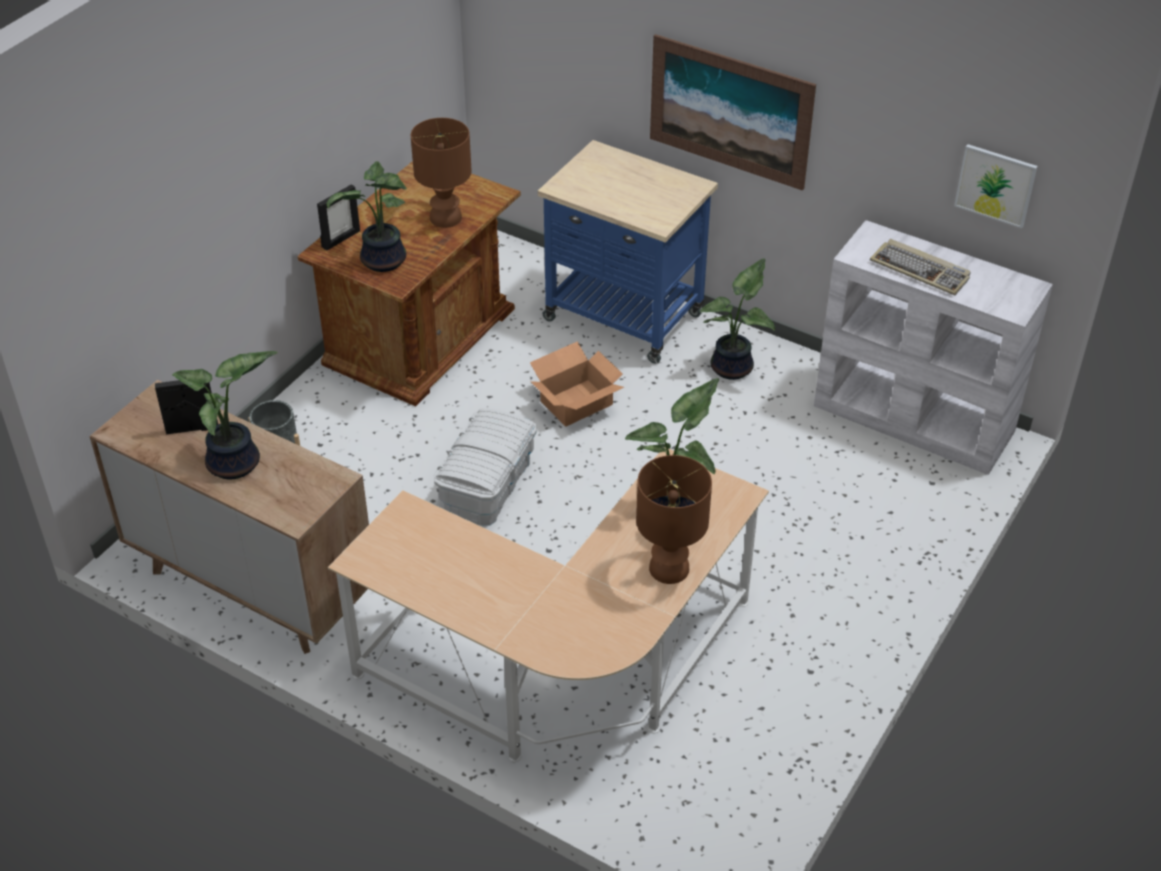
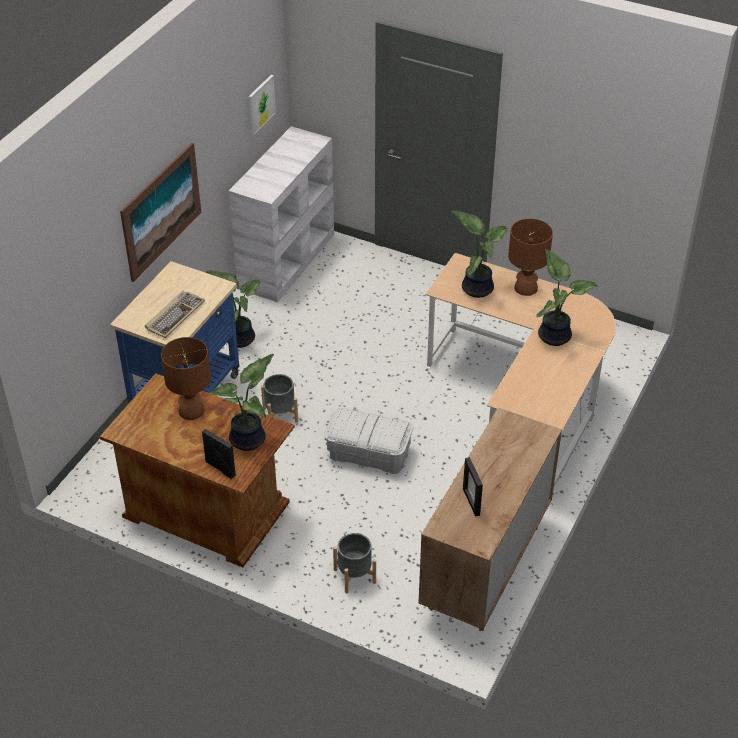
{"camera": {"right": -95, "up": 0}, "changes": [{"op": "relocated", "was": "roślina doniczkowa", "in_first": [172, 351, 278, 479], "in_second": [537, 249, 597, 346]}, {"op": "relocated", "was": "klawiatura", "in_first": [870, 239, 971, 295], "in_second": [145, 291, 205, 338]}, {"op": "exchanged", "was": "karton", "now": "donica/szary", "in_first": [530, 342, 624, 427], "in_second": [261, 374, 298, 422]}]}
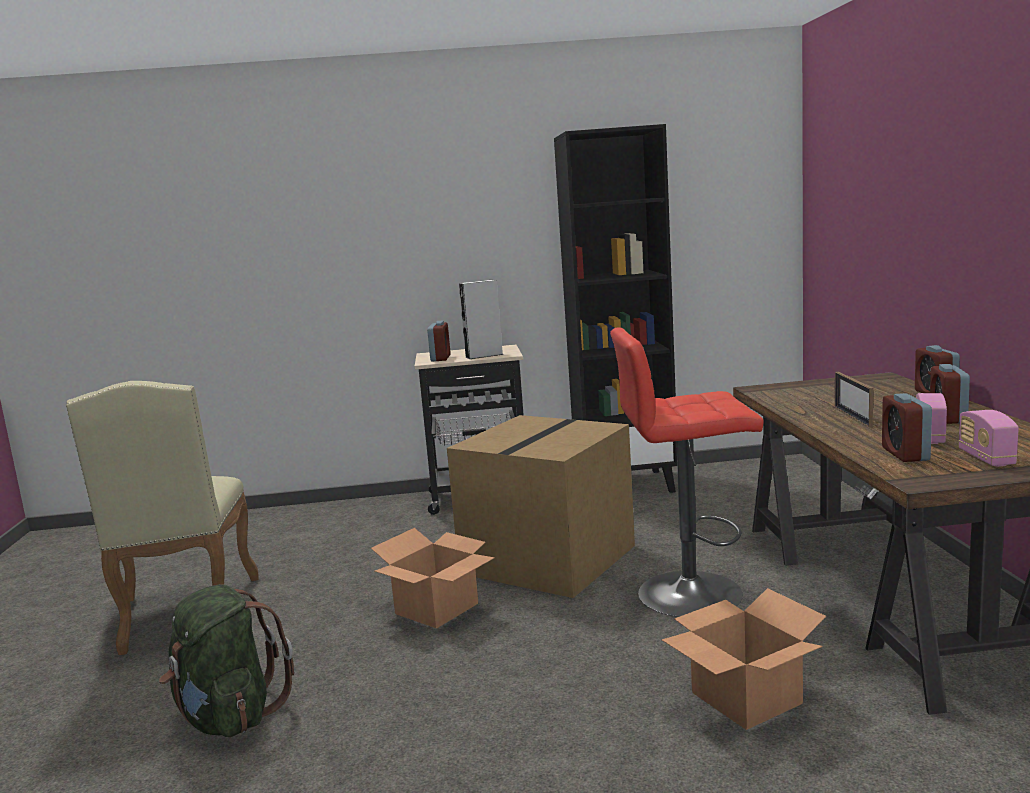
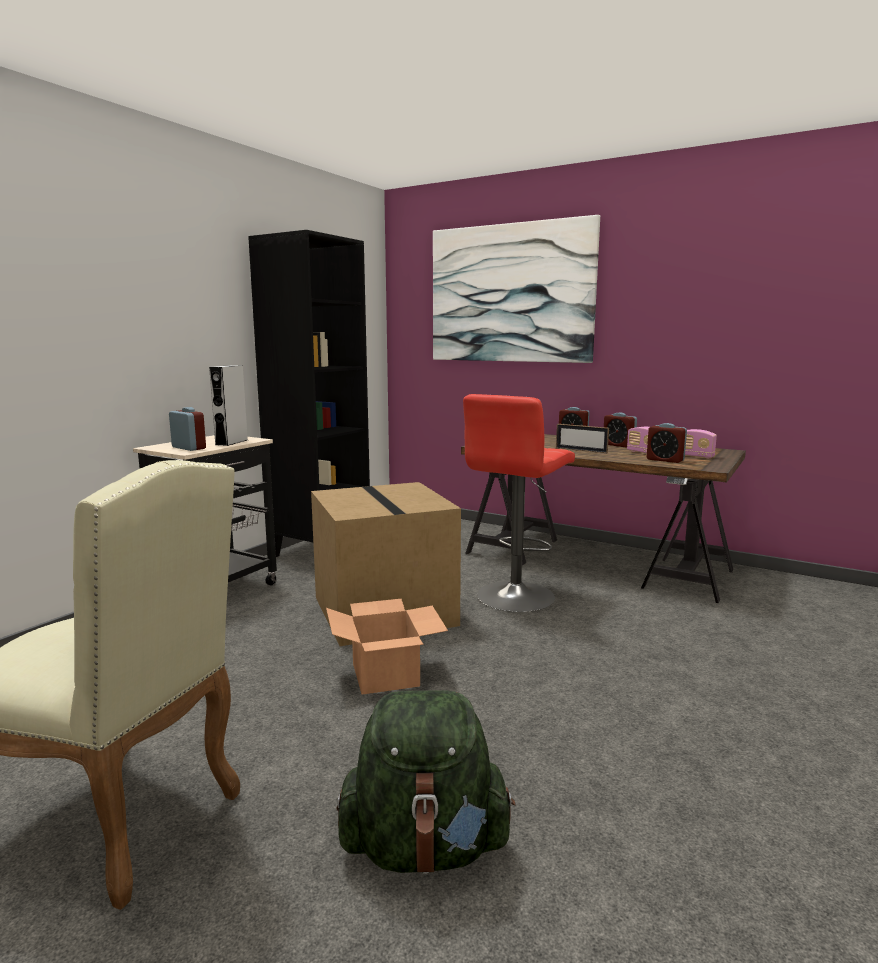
{"camera": {"right": -55, "up": 0}, "changes": [{"op": "missing", "was": "karton", "in_first": [662, 588, 826, 730]}, {"op": "appeared", "now": "obraz", "in_second": [433, 215, 600, 363]}]}
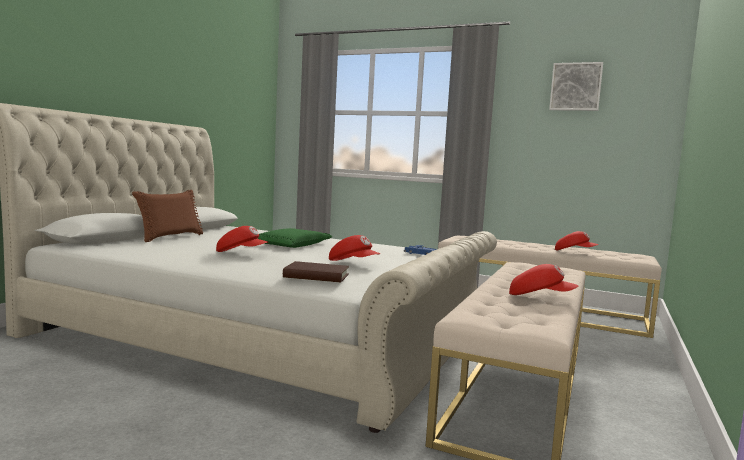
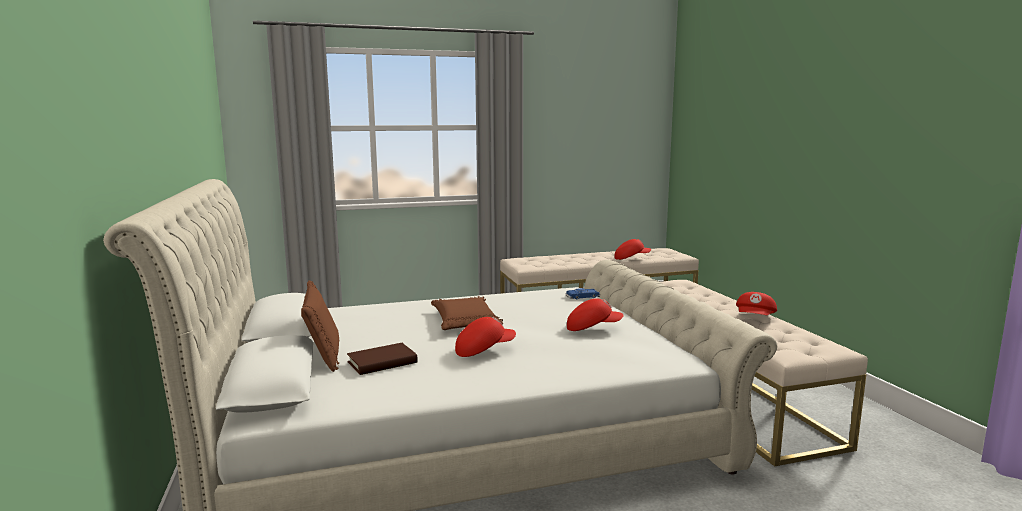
{"camera": {"right": -40, "up": 5}, "changes": [{"op": "missing", "was": "obraz", "in_first": [549, 62, 603, 111]}, {"op": "relocated", "was": "książka/brązowy", "in_first": [283, 261, 349, 282], "in_second": [347, 343, 418, 375]}, {"op": "colour", "was": "poduszka/zielony", "now": "poduszka/brązowy", "in_first": [258, 228, 332, 248], "in_second": [431, 296, 503, 330]}, {"op": "spun", "was": "czapka z daszkiem/czerwony", "in_first": [509, 264, 578, 295], "in_second": [736, 292, 777, 315], "clockwise": 135}]}
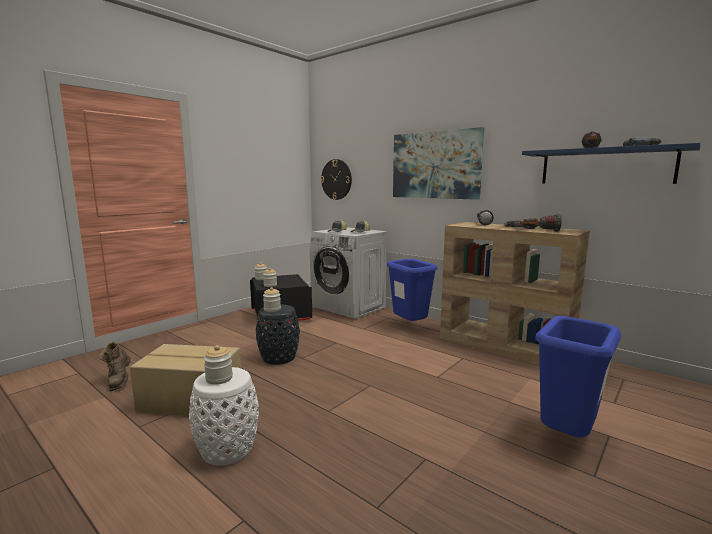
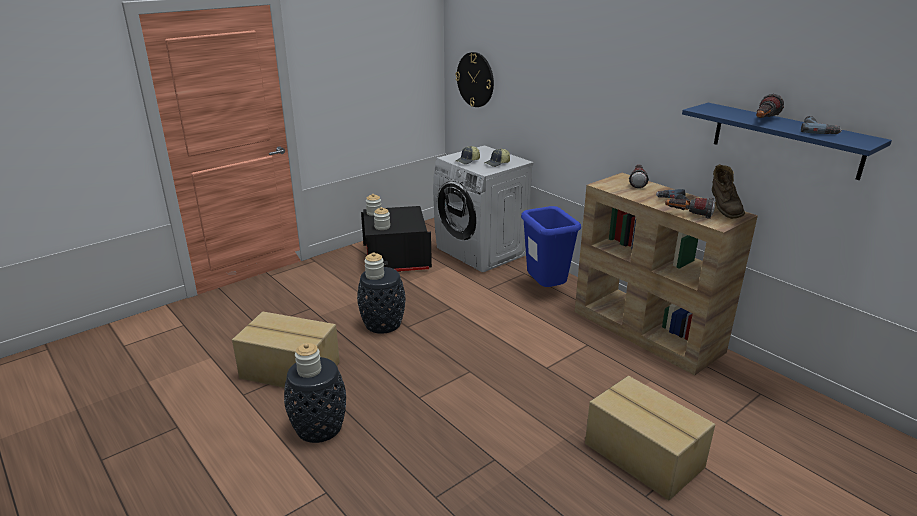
{"camera": {"right": 10, "up": 15}, "changes": [{"op": "missing", "was": "obraz", "in_first": [393, 127, 484, 200]}, {"op": "relocated", "was": "but z cholewką/brązowy", "in_first": [98, 342, 131, 391], "in_second": [712, 164, 745, 219]}, {"op": "exchanged", "was": "kosz na śmieci/niebieski", "now": "karton", "in_first": [535, 316, 621, 437], "in_second": [585, 376, 715, 500]}, {"op": "colour", "was": "stołek/biały", "now": "stołek/czarny", "in_first": [189, 367, 259, 466], "in_second": [284, 357, 346, 443]}]}
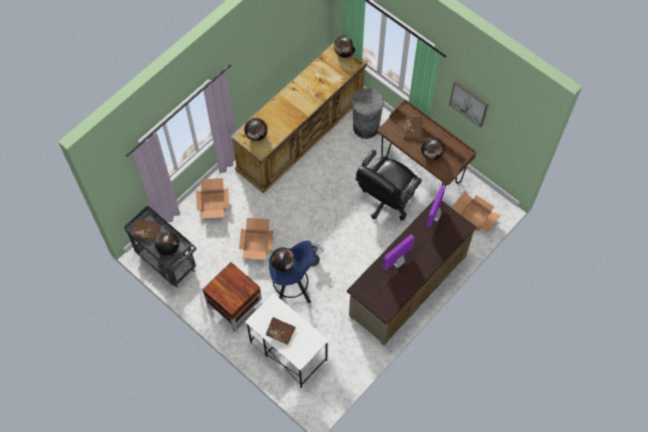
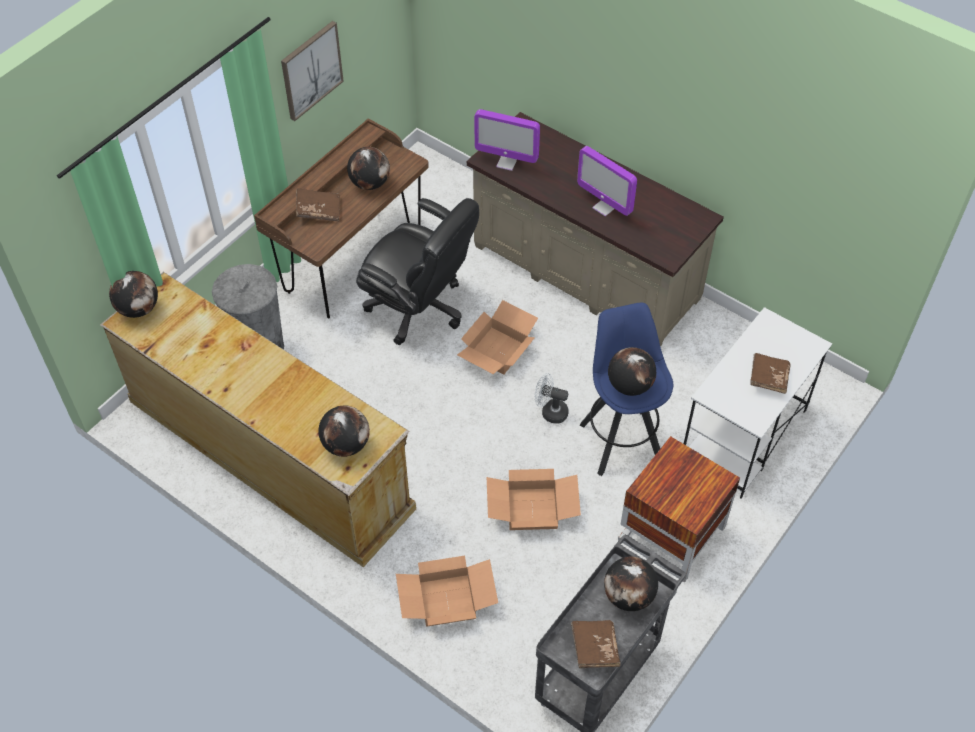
{"camera": {"right": -95, "up": -10}, "changes": [{"op": "relocated", "was": "karton", "in_first": [452, 191, 501, 232], "in_second": [457, 300, 538, 375]}]}
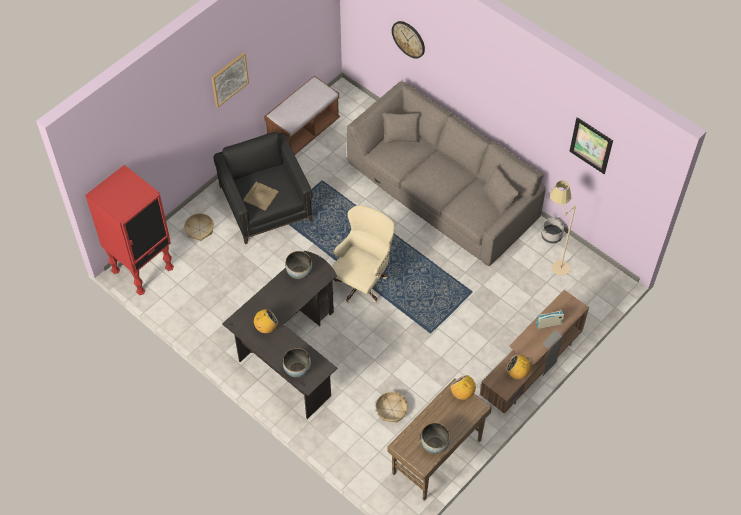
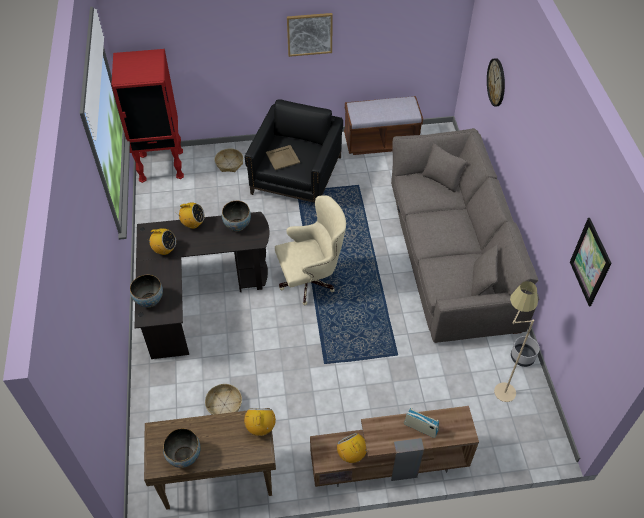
{"camera": {"right": 40, "up": -5}, "changes": [{"op": "appeared", "now": "radio", "in_second": [175, 203, 205, 229]}]}
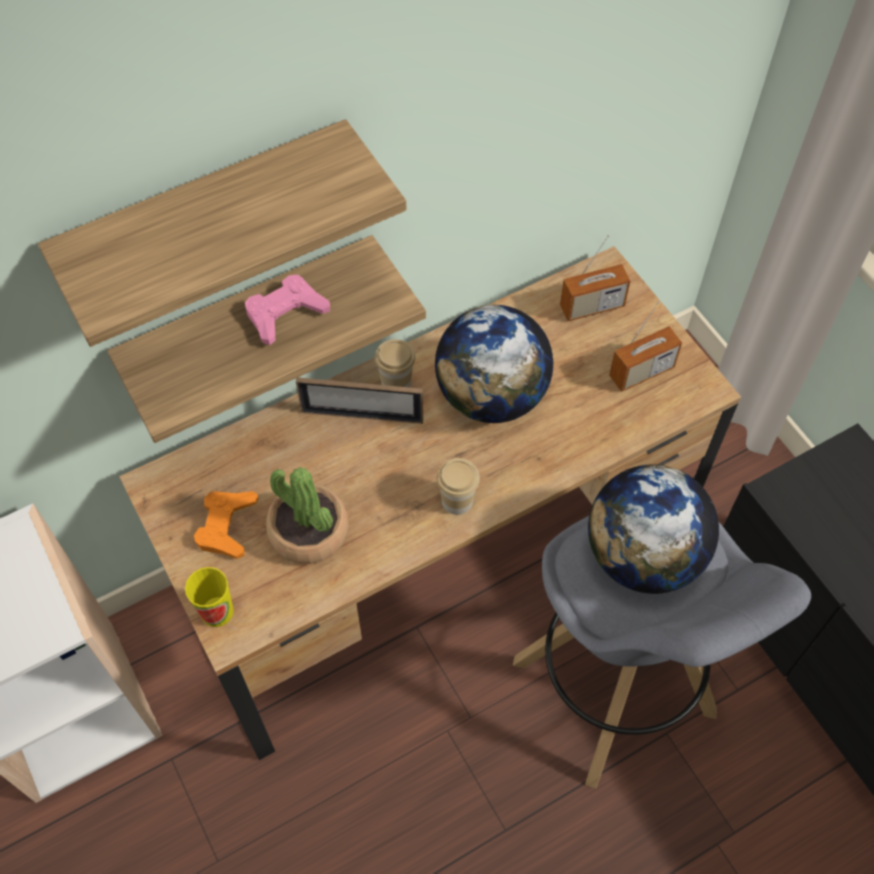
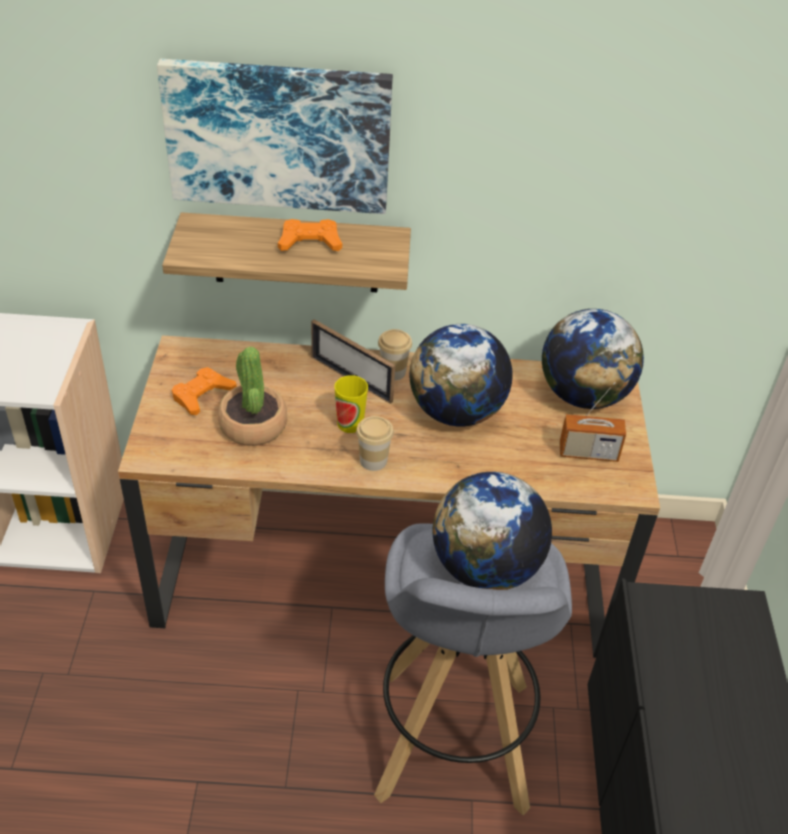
{"camera": {"right": 30, "up": -15}, "changes": [{"op": "relocated", "was": "filiżanka", "in_first": [185, 567, 234, 627], "in_second": [334, 375, 368, 433]}, {"op": "exchanged", "was": "półka", "now": "obraz", "in_first": [38, 119, 407, 347], "in_second": [157, 59, 393, 214]}, {"op": "exchanged", "was": "radio", "now": "globus", "in_first": [560, 235, 630, 321], "in_second": [542, 309, 644, 409]}, {"op": "colour", "was": "pad do gier/różowy", "now": "pad do gier/pomarańczowy", "in_first": [245, 275, 330, 345], "in_second": [278, 219, 342, 251]}]}
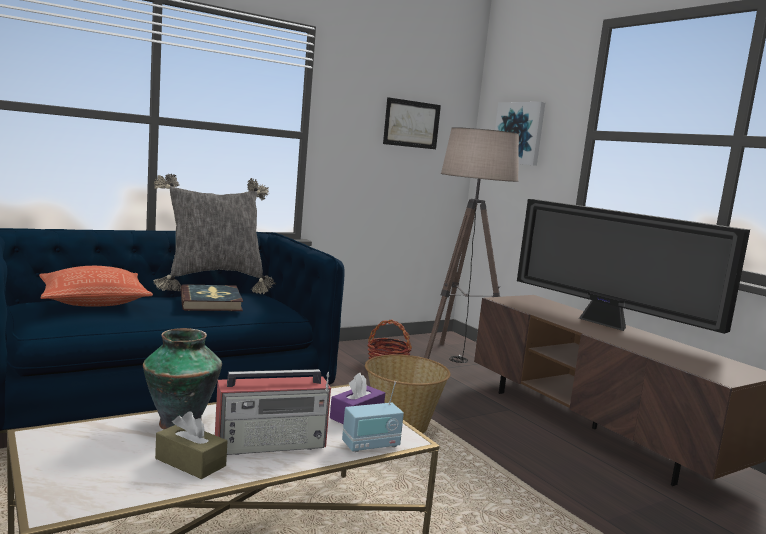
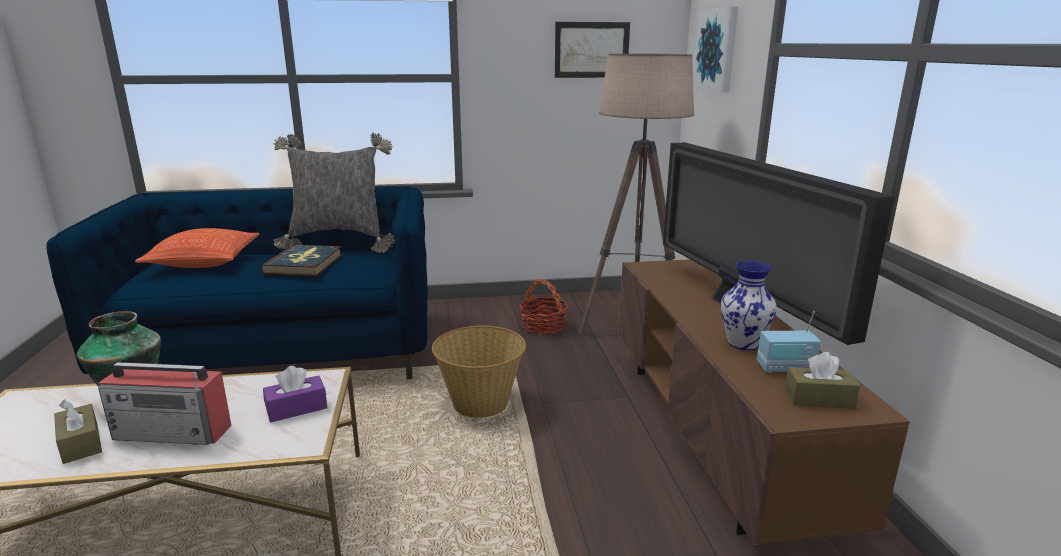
{"camera": {"right": 25, "up": 10}, "changes": [{"op": "appeared", "now": "wazon", "in_second": [721, 261, 777, 350]}, {"op": "appeared", "now": "pudełko chusteczek/brązowy", "in_second": [785, 352, 860, 409]}, {"op": "relocated", "was": "radio", "in_first": [342, 381, 404, 452], "in_second": [757, 311, 821, 373]}]}
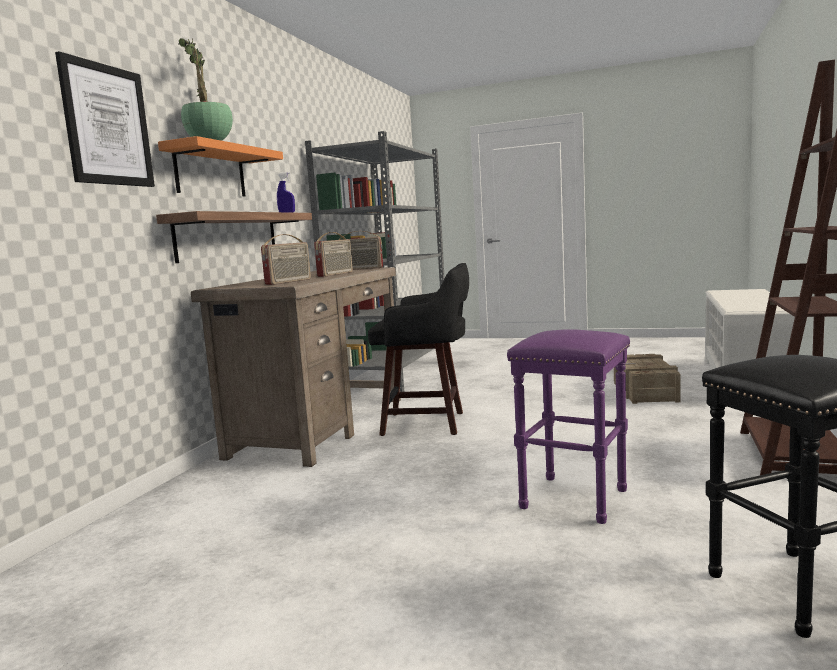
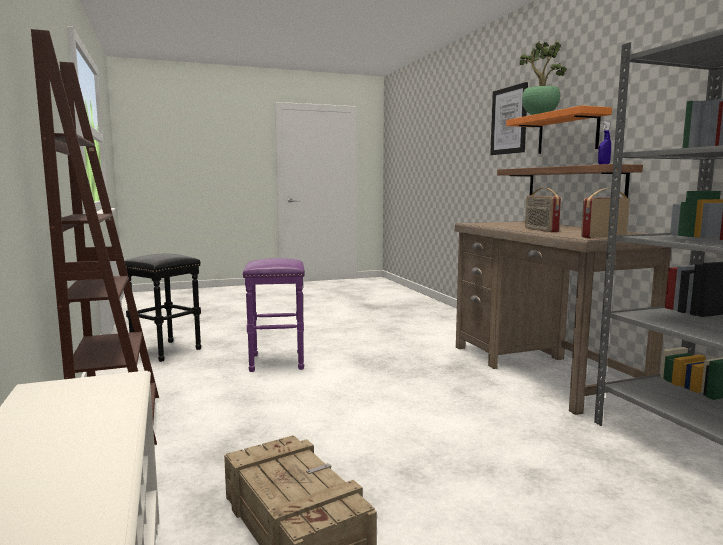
{"camera": {"right": 140, "up": 0}, "changes": [{"op": "missing", "was": "radio", "in_first": [261, 234, 311, 285]}, {"op": "missing", "was": "stołek/czarny", "in_first": [368, 263, 469, 436]}]}
